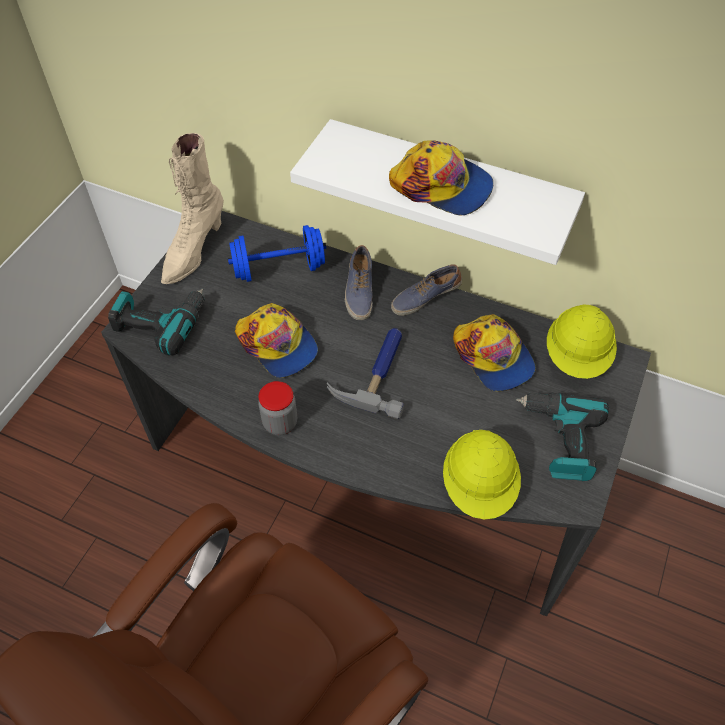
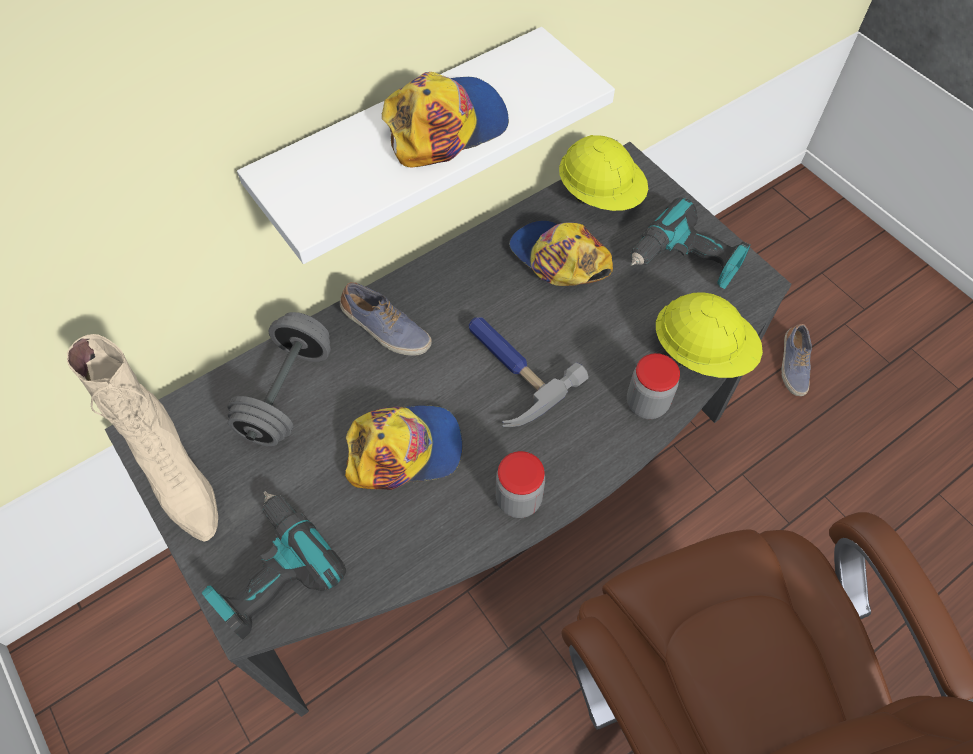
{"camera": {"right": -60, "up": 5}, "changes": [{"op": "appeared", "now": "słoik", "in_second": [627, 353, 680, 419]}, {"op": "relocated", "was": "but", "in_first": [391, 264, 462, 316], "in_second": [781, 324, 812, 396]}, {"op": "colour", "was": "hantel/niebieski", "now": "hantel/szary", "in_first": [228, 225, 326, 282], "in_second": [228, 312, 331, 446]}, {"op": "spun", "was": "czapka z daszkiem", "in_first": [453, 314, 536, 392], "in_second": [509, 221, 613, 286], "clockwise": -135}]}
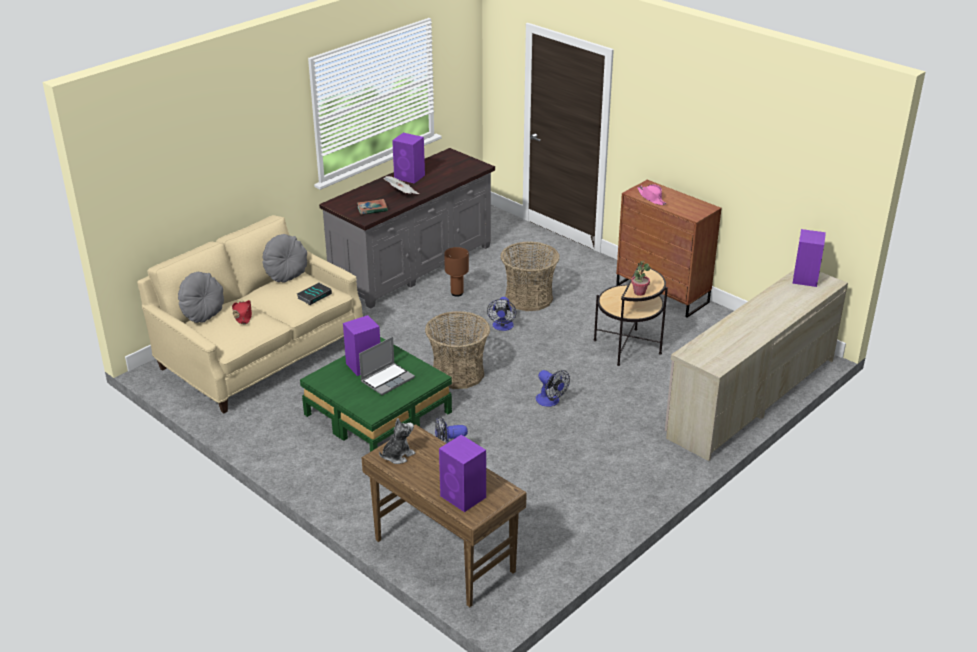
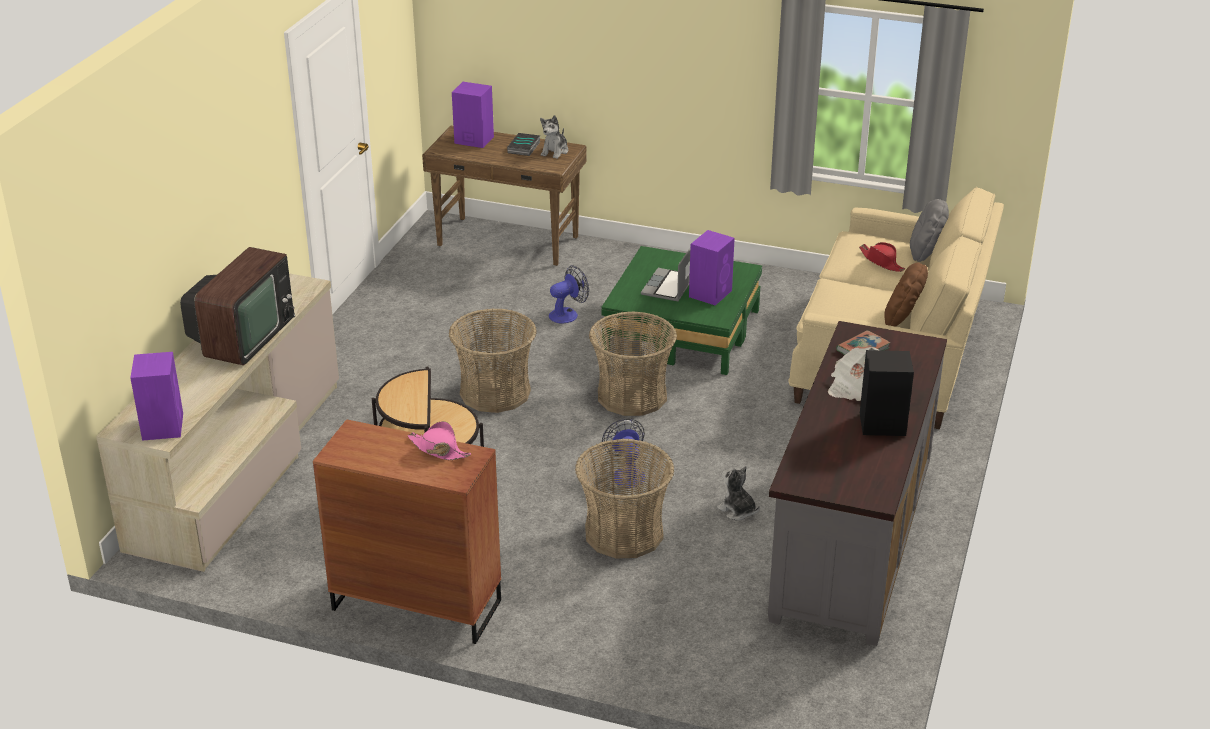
{"camera": {"right": 155, "up": 0}, "changes": [{"op": "missing", "was": "roślina doniczkowa", "in_first": [631, 261, 651, 296]}, {"op": "appeared", "now": "telewizor", "in_second": [180, 247, 296, 365]}, {"op": "relocated", "was": "książka", "in_first": [297, 283, 332, 305], "in_second": [507, 133, 540, 156]}, {"op": "exchanged", "was": "lampa stołowa/brązowy", "now": "pluszak", "in_first": [444, 247, 469, 297], "in_second": [717, 466, 760, 520]}, {"op": "exchanged", "was": "wentylator", "now": "koszyk", "in_first": [536, 370, 570, 407], "in_second": [449, 308, 537, 413]}, {"op": "colour", "was": "poduszka/szary", "now": "poduszka/brązowy", "in_first": [262, 234, 307, 283], "in_second": [884, 263, 928, 327]}, {"op": "colour", "was": "głośnik/fioletowy", "now": "głośnik/czarny", "in_first": [392, 133, 425, 184], "in_second": [860, 350, 914, 436]}]}
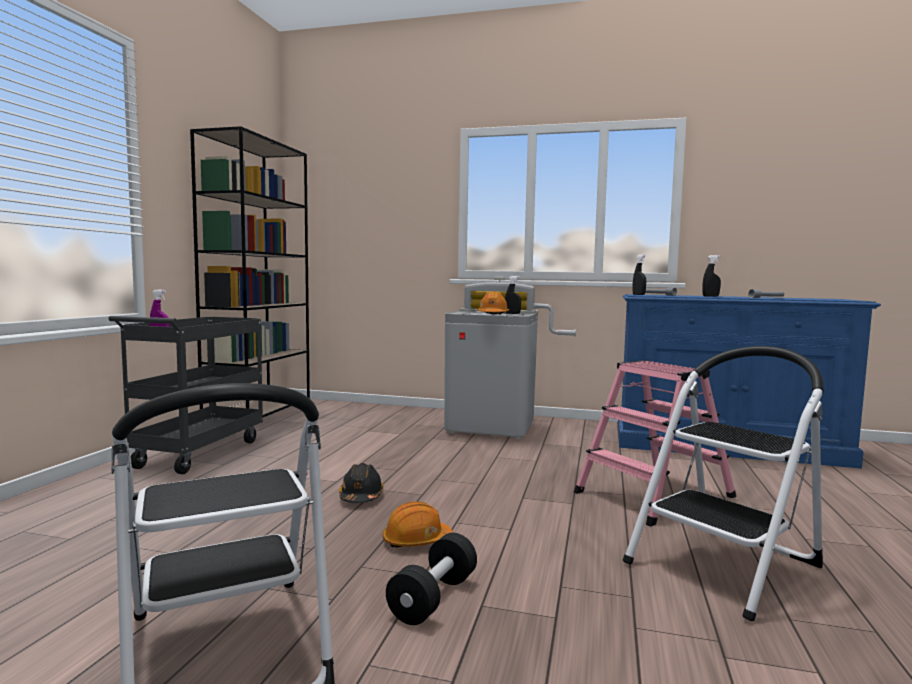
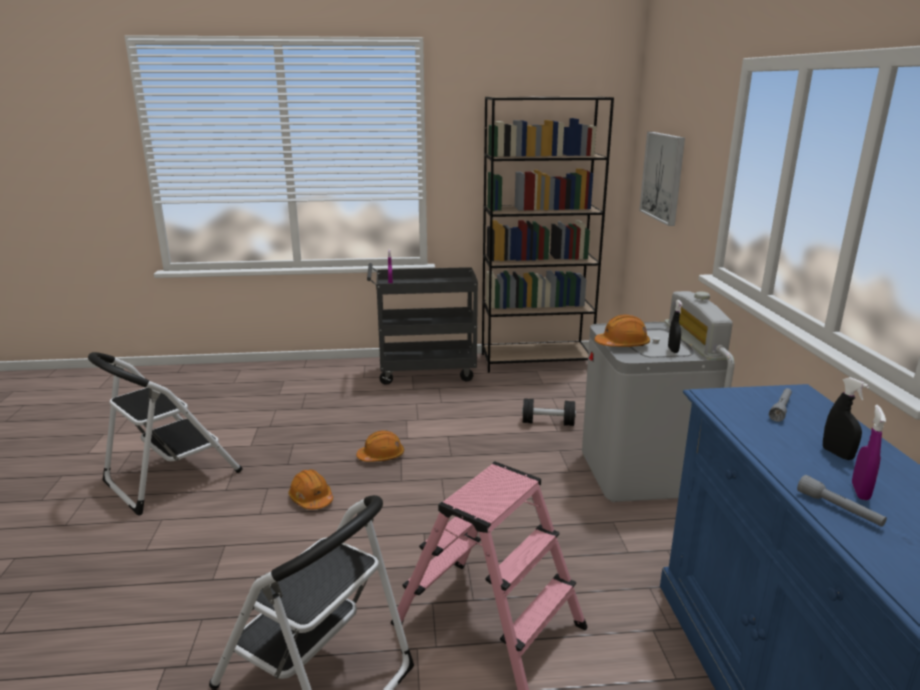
{"camera": {"right": 70, "up": 15}, "changes": [{"op": "missing", "was": "spryskiwacz/czarny", "in_first": [632, 254, 646, 295]}, {"op": "appeared", "now": "obraz", "in_second": [639, 132, 685, 226]}, {"op": "appeared", "now": "spryskiwacz/fioletowy", "in_second": [852, 405, 886, 500]}, {"op": "relocated", "was": "hantel/czarny", "in_first": [386, 533, 477, 625], "in_second": [522, 398, 576, 426]}, {"op": "colour", "was": "kask/czarny", "now": "kask/pomarańczowy", "in_first": [339, 463, 384, 503], "in_second": [356, 430, 404, 462]}]}
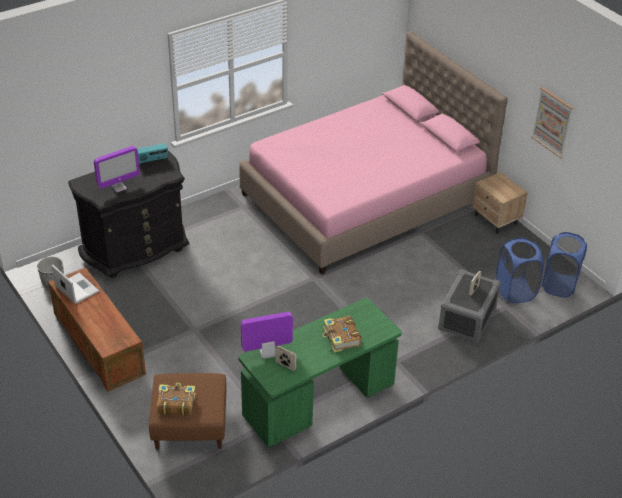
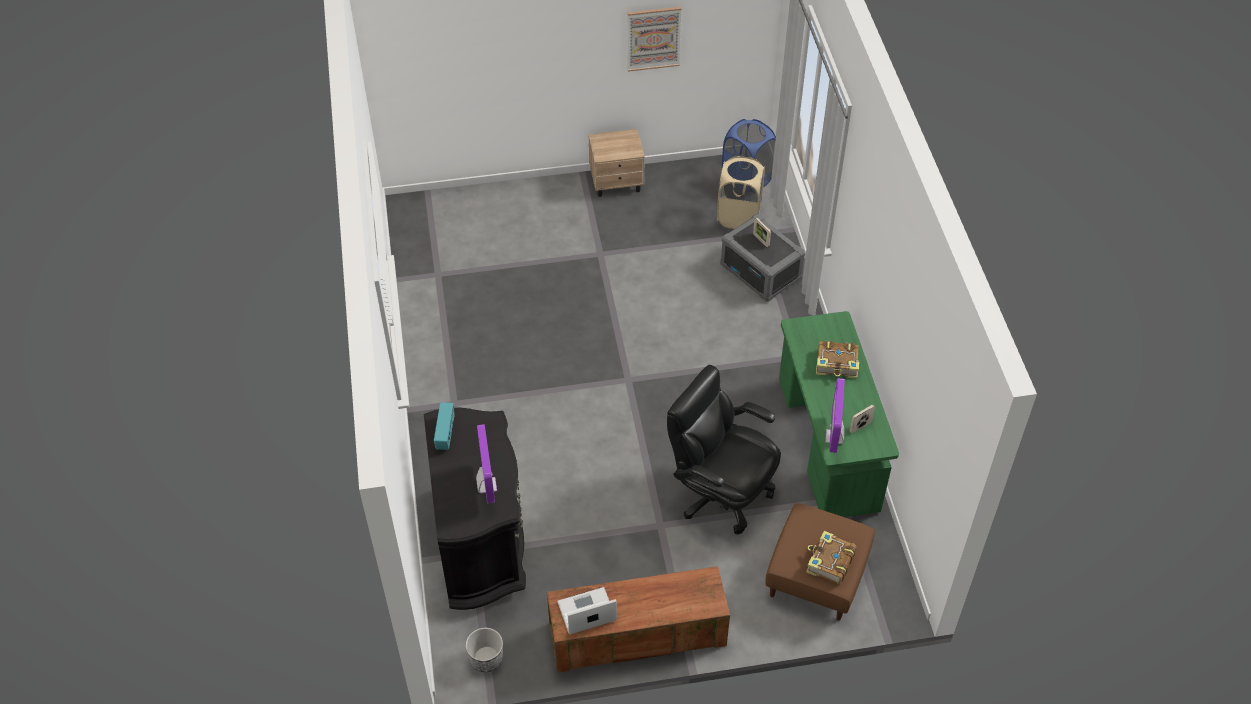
{"camera": {"right": -65, "up": 10}, "changes": [{"op": "missing", "was": "łóżko/różowy", "in_first": [239, 31, 507, 274]}, {"op": "appeared", "now": "krzesło biurowe/czarny", "in_second": [667, 365, 781, 534]}, {"op": "colour", "was": "kosz na pranie/niebieski", "now": "kosz na pranie/beżowy", "in_first": [496, 238, 544, 303], "in_second": [717, 156, 765, 229]}]}
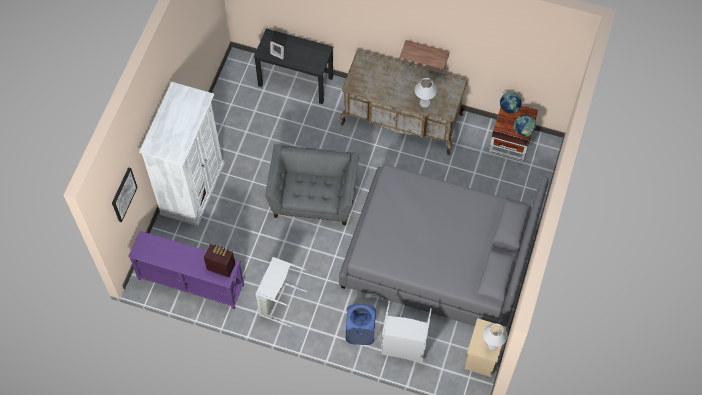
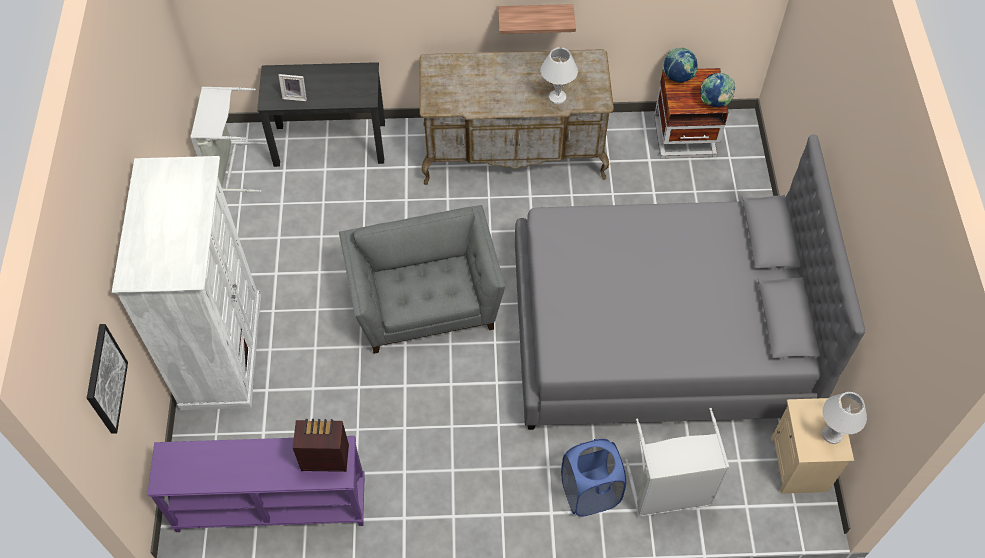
{"camera": {"right": -20, "up": -5}, "changes": [{"op": "relocated", "was": "kosz na pranie/szary", "in_first": [256, 257, 307, 327], "in_second": [190, 87, 267, 192]}]}
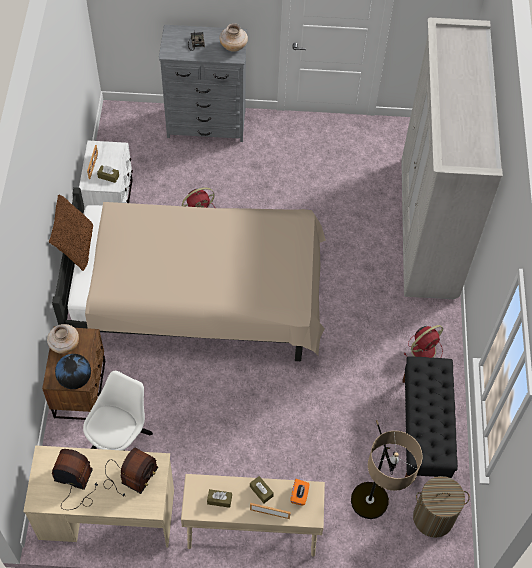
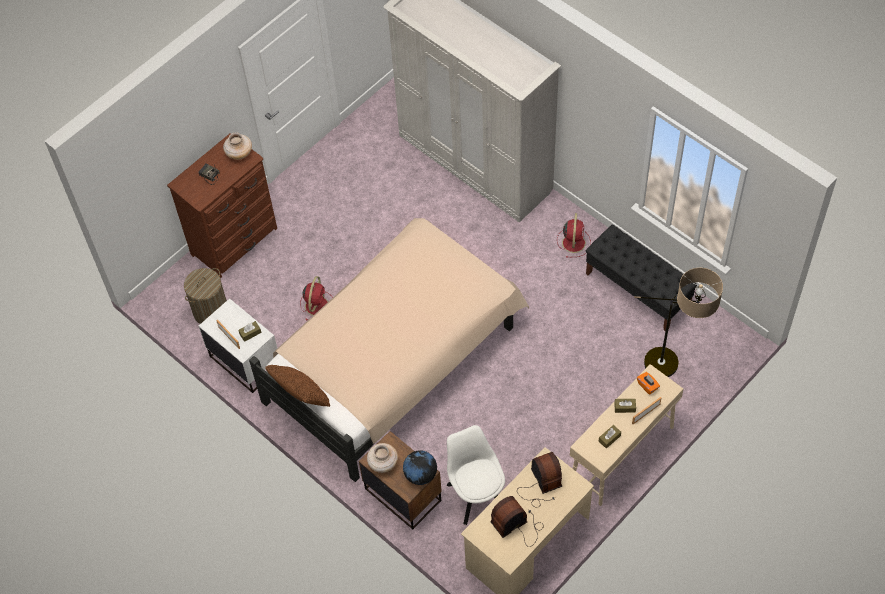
{"camera": {"right": -45, "up": 0}, "changes": [{"op": "relocated", "was": "kosz na pranie", "in_first": [413, 476, 470, 538], "in_second": [184, 268, 227, 324]}, {"op": "colour", "was": "komoda/szary", "now": "komoda/brązowy", "in_first": [159, 25, 247, 142], "in_second": [167, 133, 277, 278]}]}
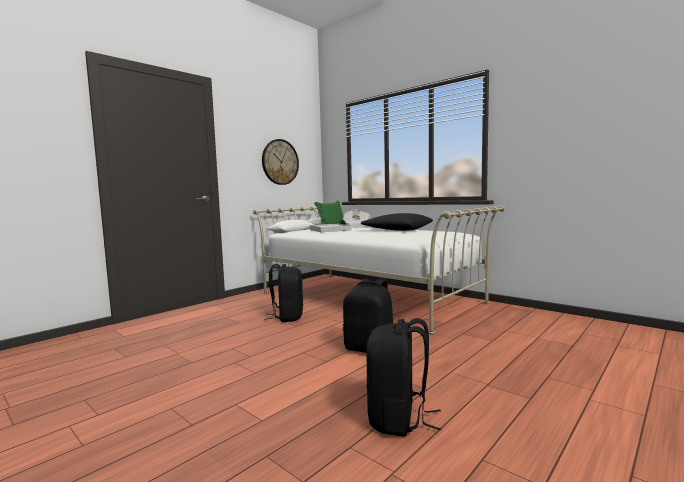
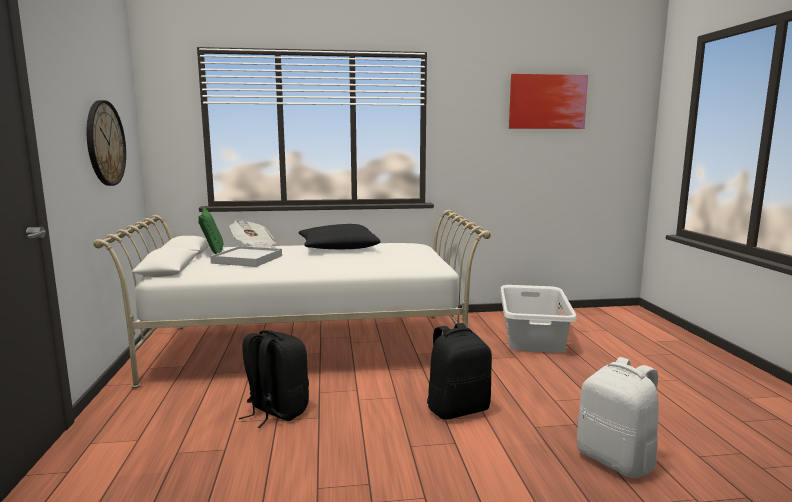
{"camera": {"right": -50, "up": 5}, "changes": [{"op": "appeared", "now": "kosz na pranie/biały", "in_second": [500, 285, 577, 353]}, {"op": "appeared", "now": "obraz", "in_second": [509, 74, 588, 129]}, {"op": "colour", "was": "plecak/czarny", "now": "plecak/biały", "in_first": [366, 318, 441, 437], "in_second": [577, 357, 659, 478]}]}
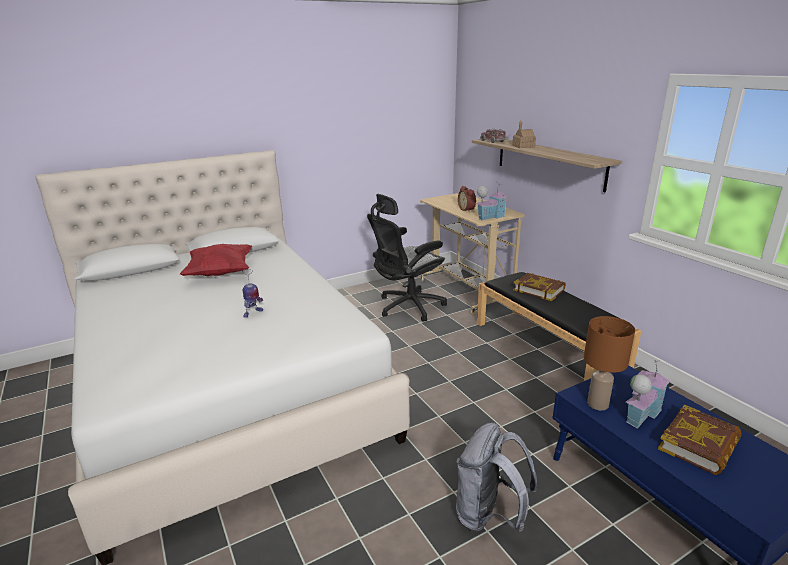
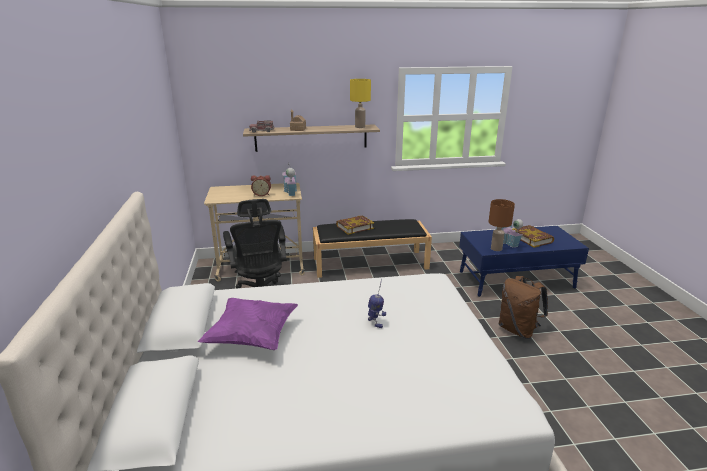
{"camera": {"right": -70, "up": 0}, "changes": [{"op": "appeared", "now": "lampa stołowa/żółty", "in_second": [350, 79, 371, 128]}, {"op": "colour", "was": "poduszka/czerwony", "now": "poduszka/fioletowy", "in_first": [180, 244, 252, 276], "in_second": [198, 298, 298, 350]}, {"op": "colour", "was": "plecak/szary", "now": "plecak/brązowy", "in_first": [456, 423, 537, 532], "in_second": [499, 276, 548, 339]}]}
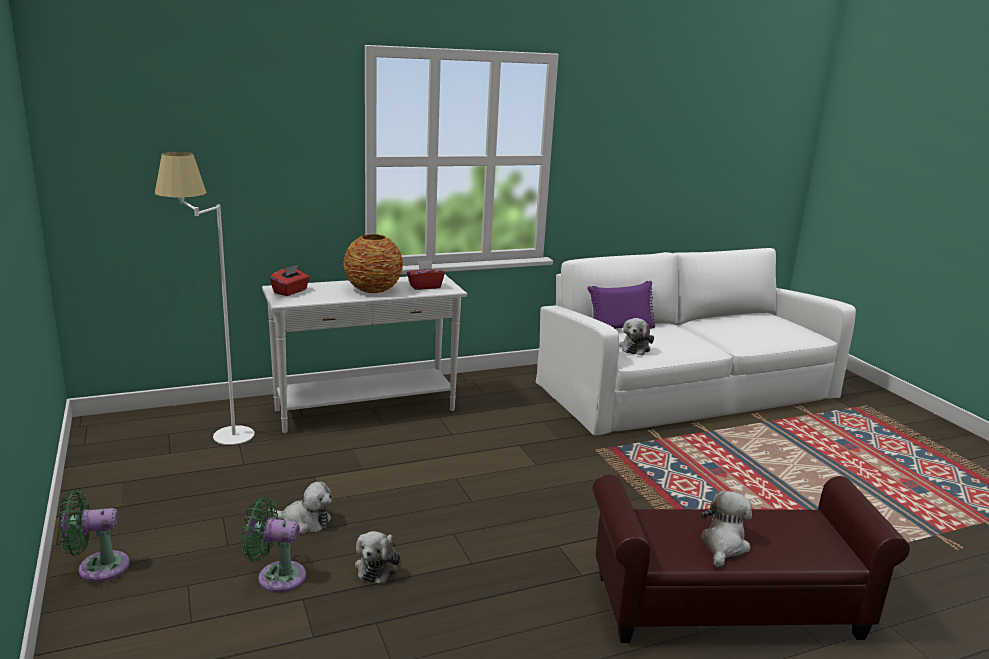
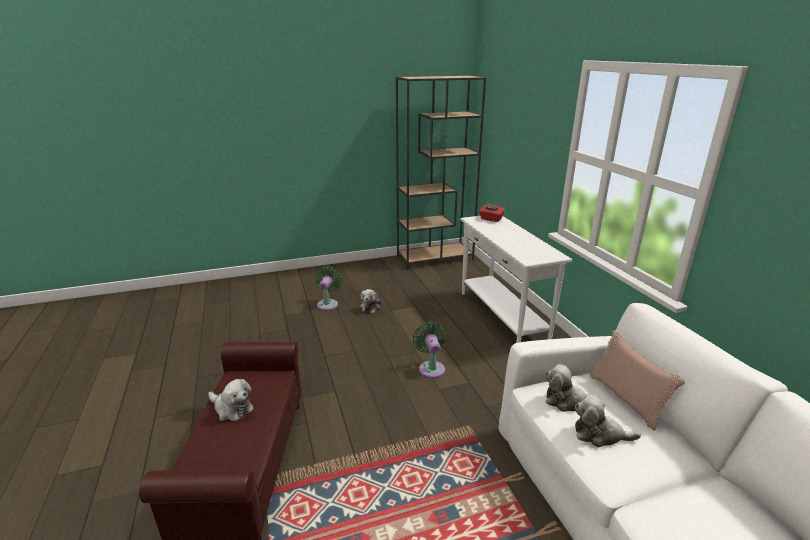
{"camera": {"right": 95, "up": 5}, "changes": [{"op": "missing", "was": "lampa stojąca/biały", "in_first": [155, 152, 254, 445]}, {"op": "missing", "was": "wazon", "in_first": [343, 234, 403, 293]}, {"op": "missing", "was": "pudełko chusteczek/czerwony", "in_first": [407, 260, 445, 290]}, {"op": "appeared", "now": "regał", "in_second": [396, 76, 486, 270]}, {"op": "relocated", "was": "wentylator/zielony", "in_first": [59, 490, 130, 582], "in_second": [413, 322, 447, 378]}, {"op": "relocated", "was": "pluszak", "in_first": [355, 531, 400, 584], "in_second": [575, 394, 641, 447]}, {"op": "colour", "was": "poduszka/fioletowy", "now": "poduszka/beżowy", "in_first": [587, 281, 655, 329], "in_second": [590, 330, 685, 431]}]}
